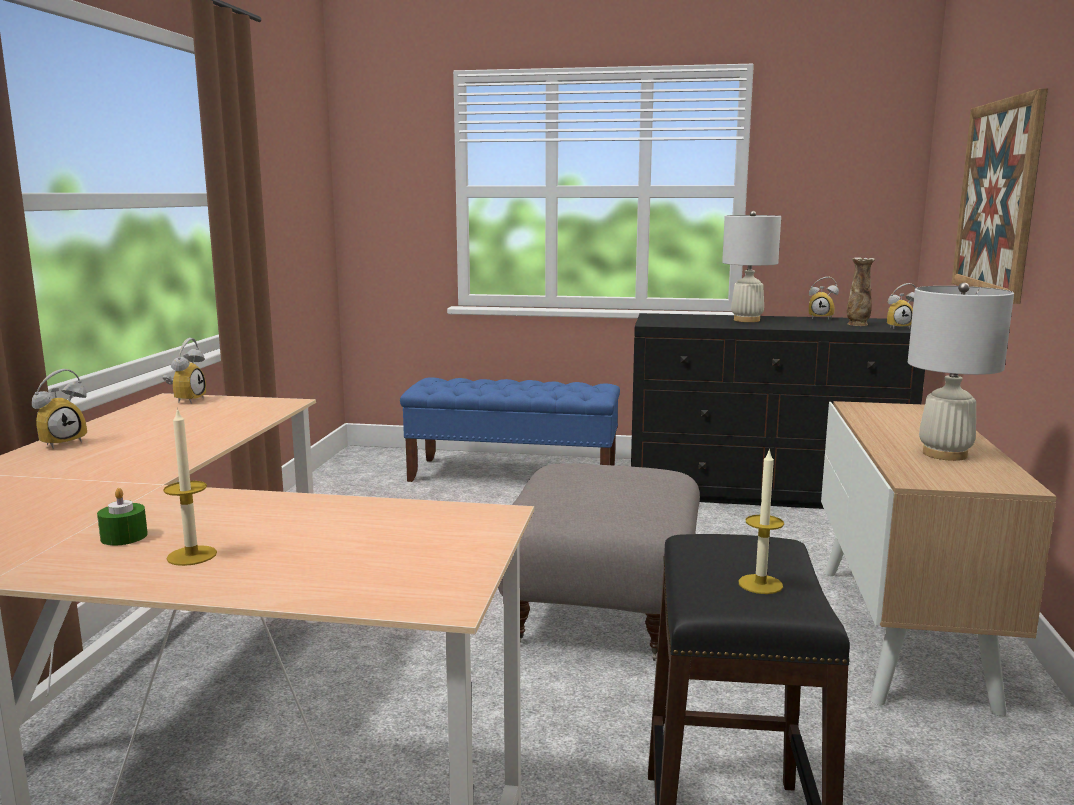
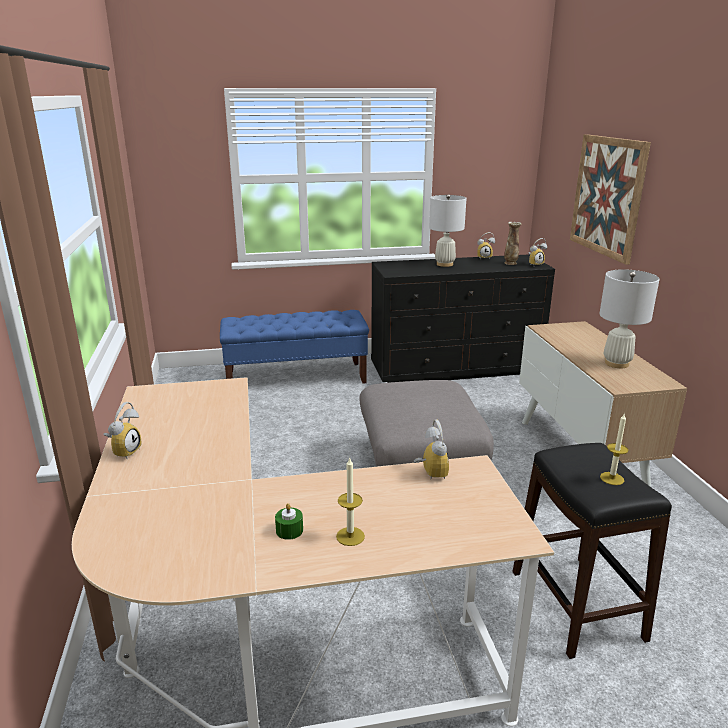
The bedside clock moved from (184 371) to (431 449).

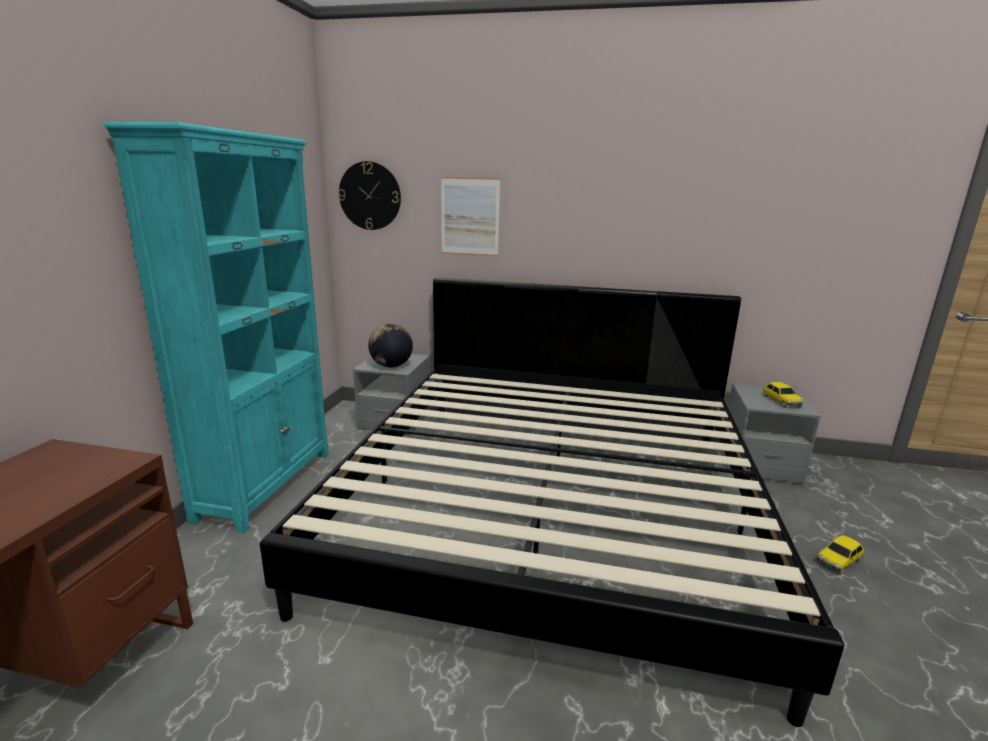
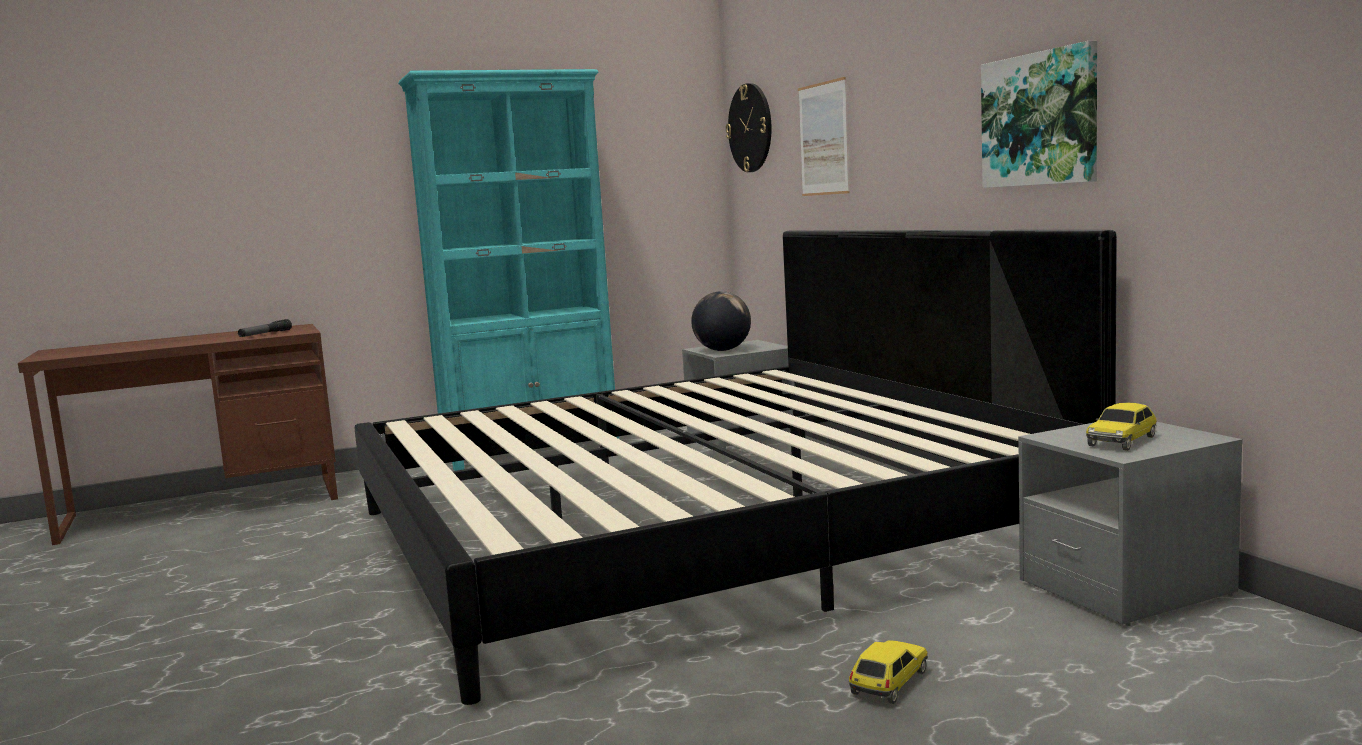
The miniature car at (840 555) turned 105 degrees clockwise.
The hand torch at (265 328) appeared.
The picture at (1039 114) appeared.

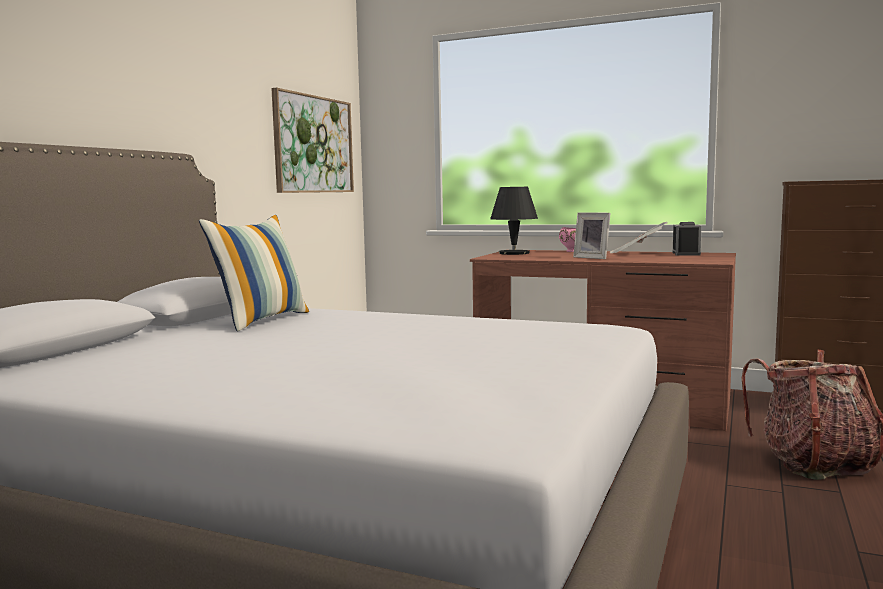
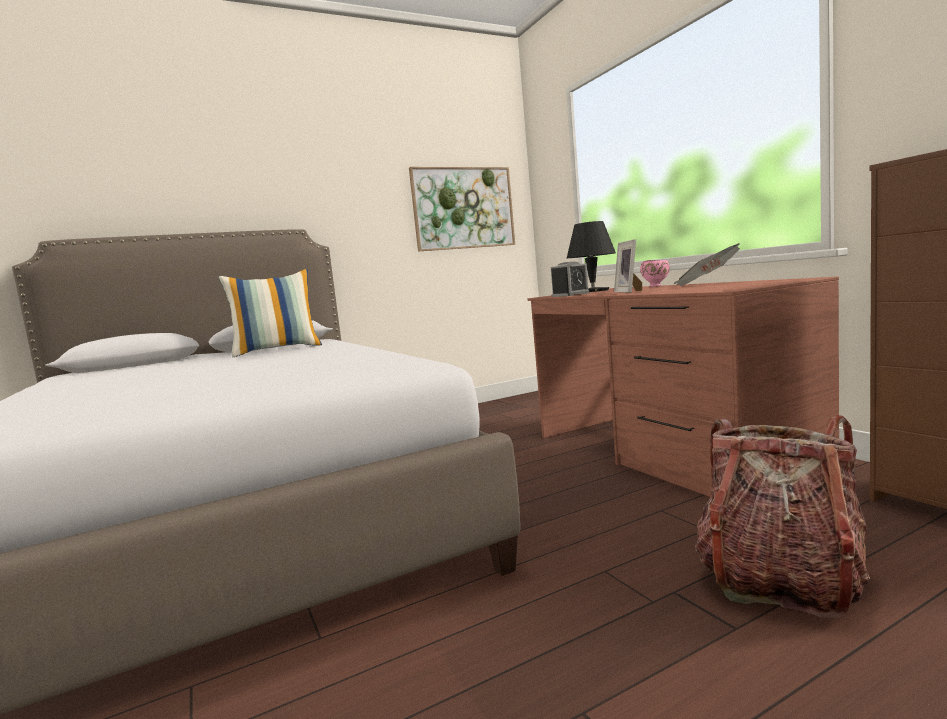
The bedside clock moved from (686 239) to (570 279).

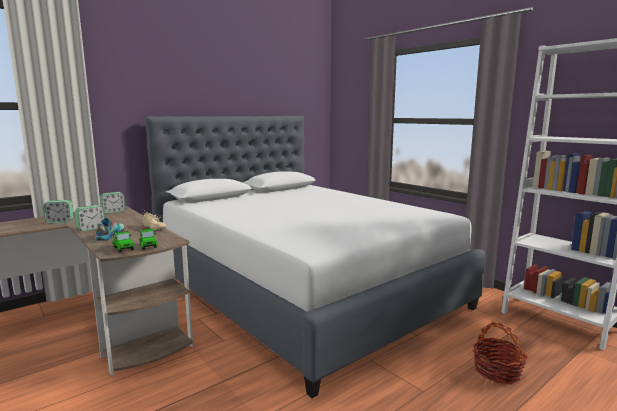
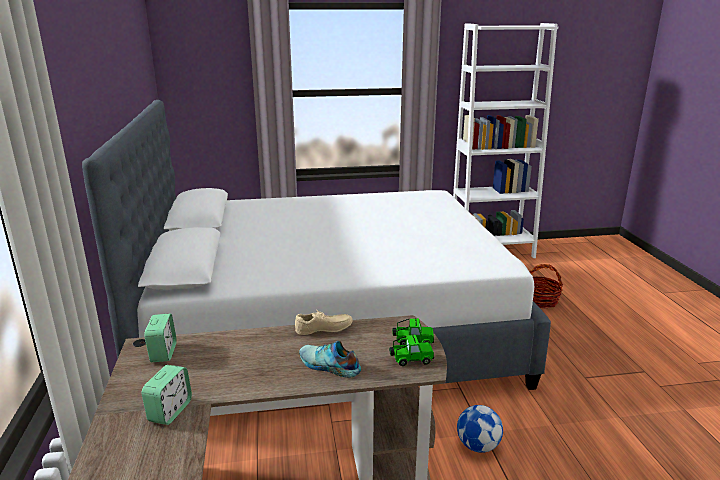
The bedside clock at (90 218) disappeared.
The ball for football at (480 429) appeared.

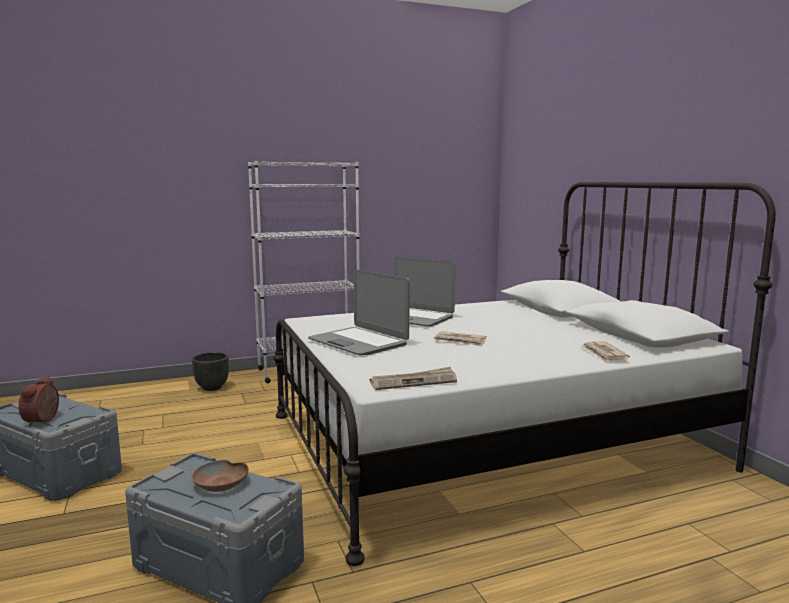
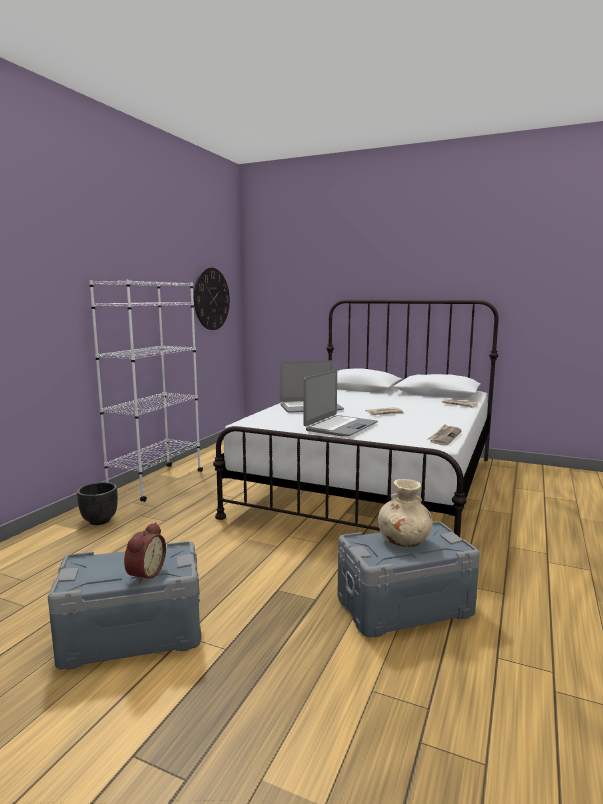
The bedside clock at (38 401) turned 120 degrees counterclockwise.
The bowl/brown-coloured at (220 476) was replaced by the vase/sand-coloured at (405 513).
The notebook computer at (359 312) turned 60 degrees counterclockwise.
The hanging clock at (212 299) appeared.

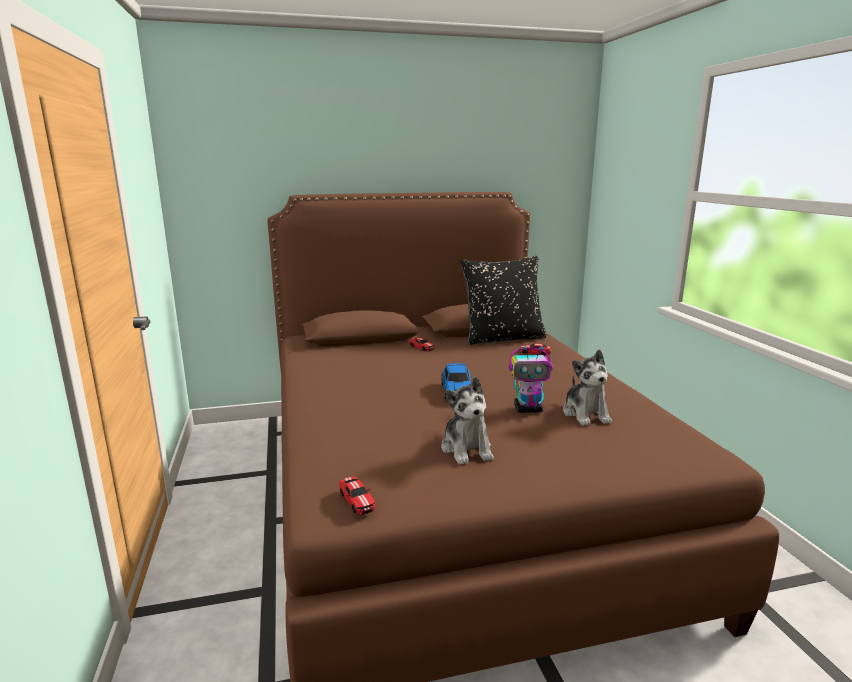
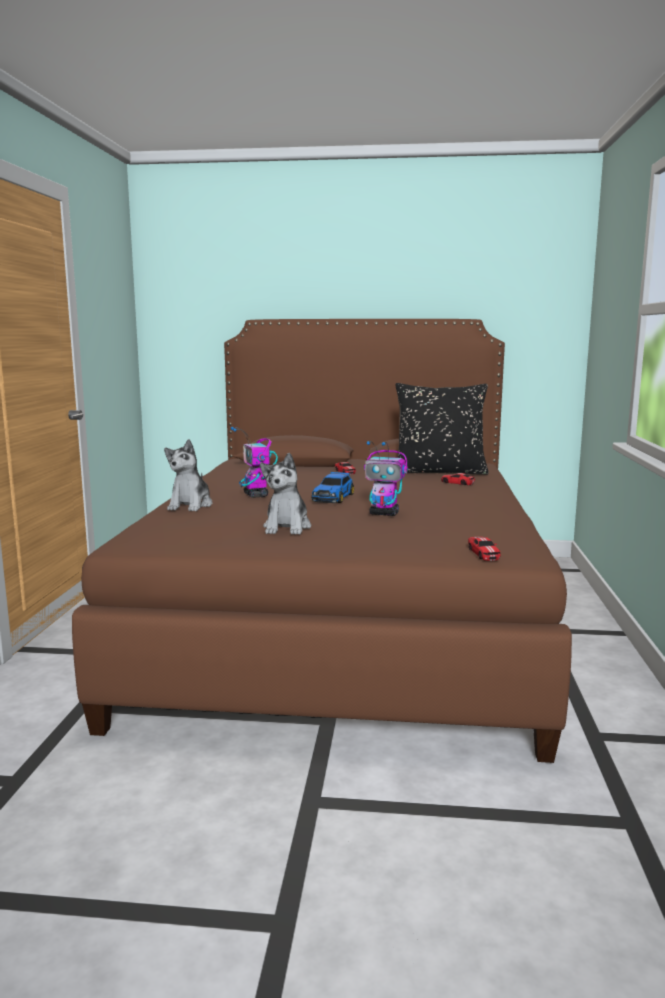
The miniature car moved from (357 496) to (484 549).
The cuddly toy moved from (587 387) to (188 475).
The toy robot at (254 462) appeared.

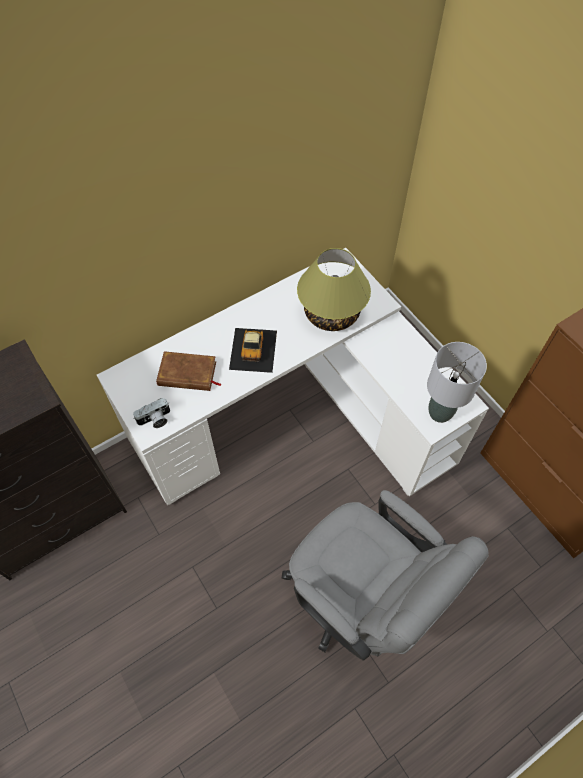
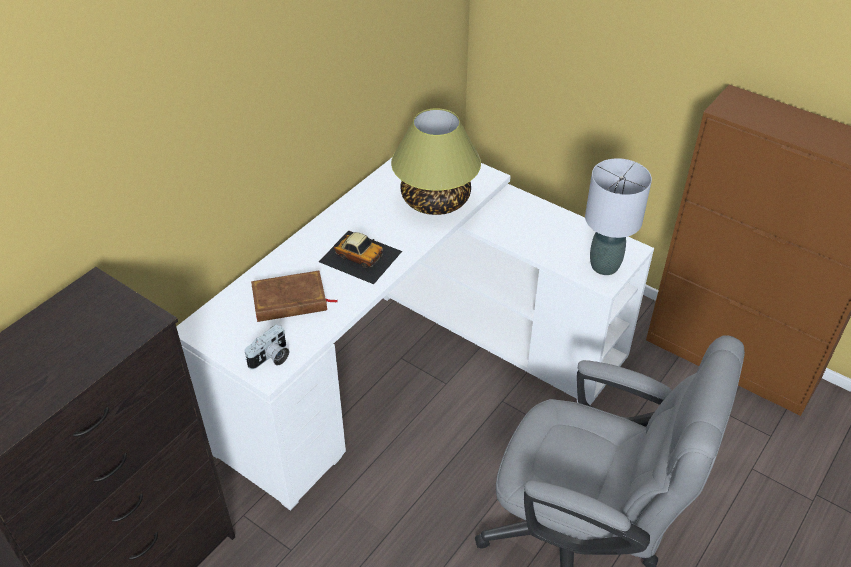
The miniature car at (253 350) turned 45 degrees counterclockwise.

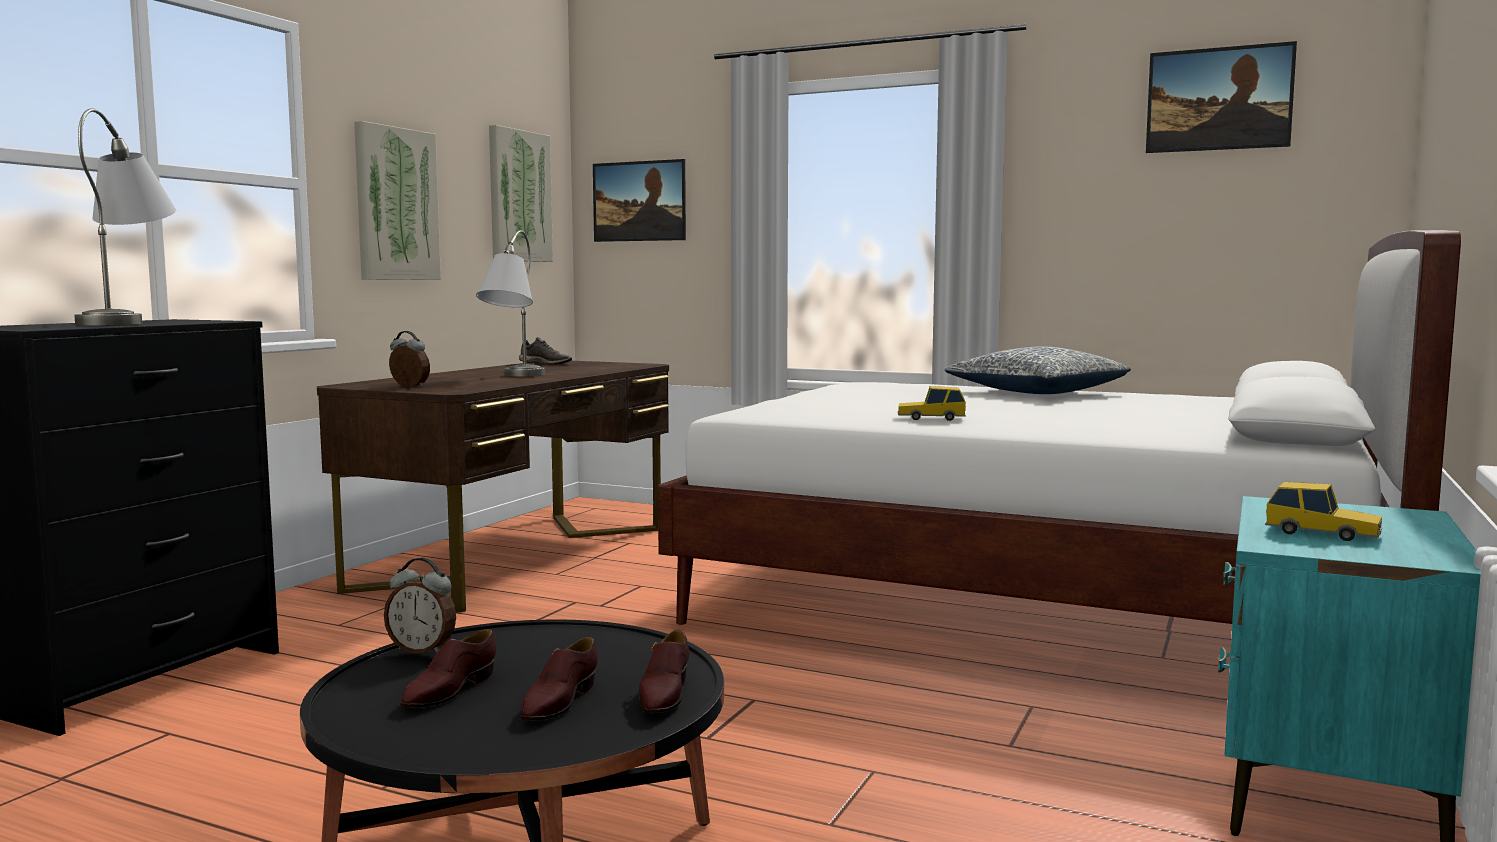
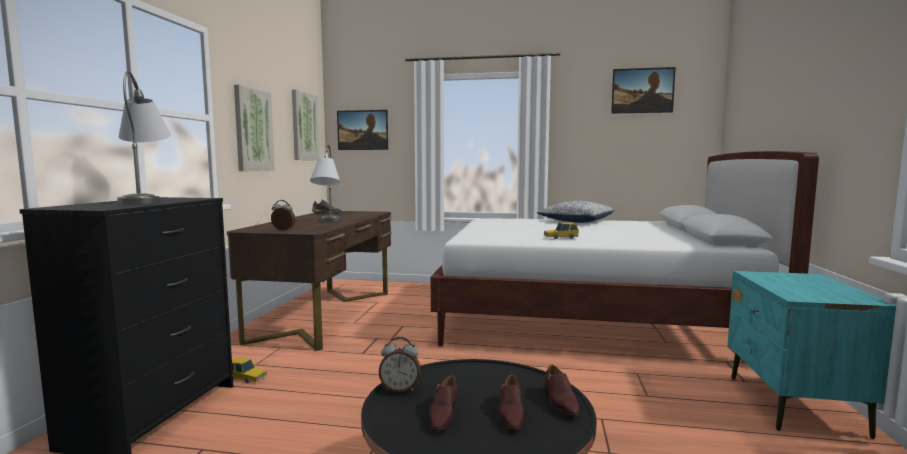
The miniature car moved from (1323 511) to (249 370).

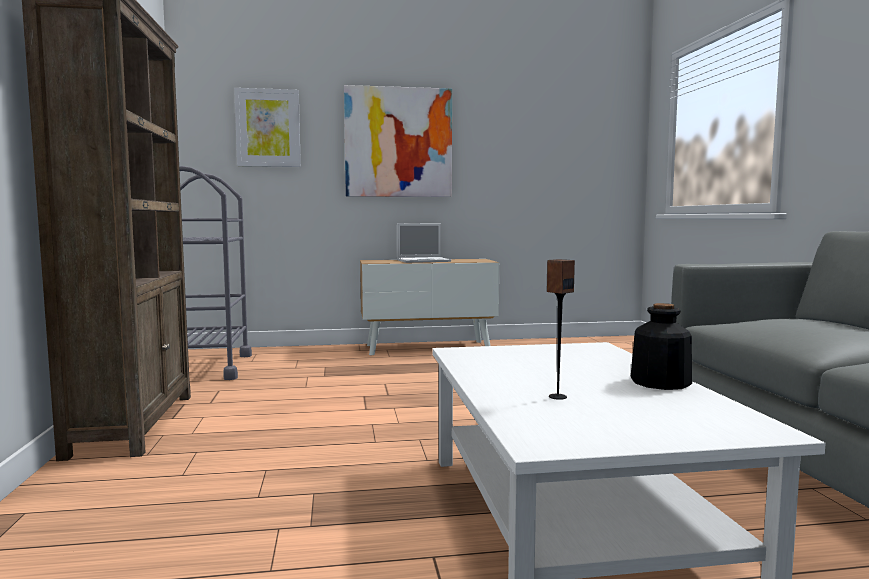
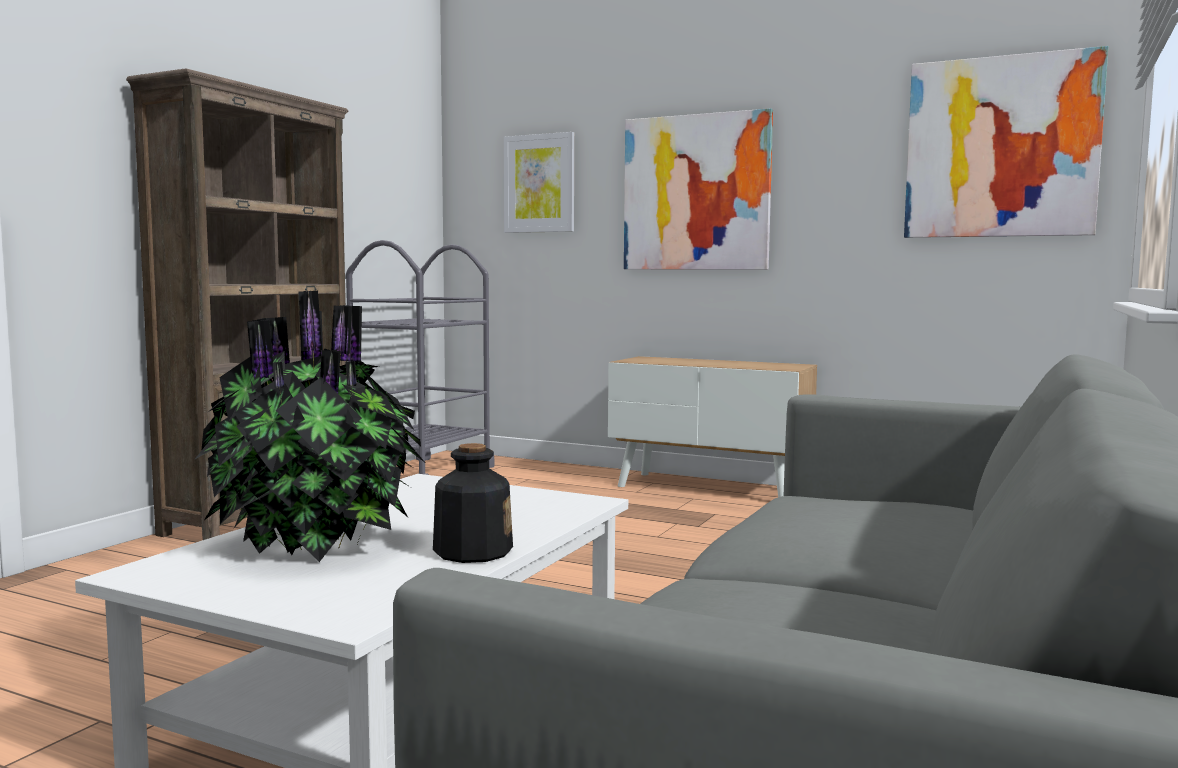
The notebook computer at (424 243) disappeared.
The speaker at (561 329) was replaced by the potted plant at (309 426).
The picture at (1006 142) appeared.

